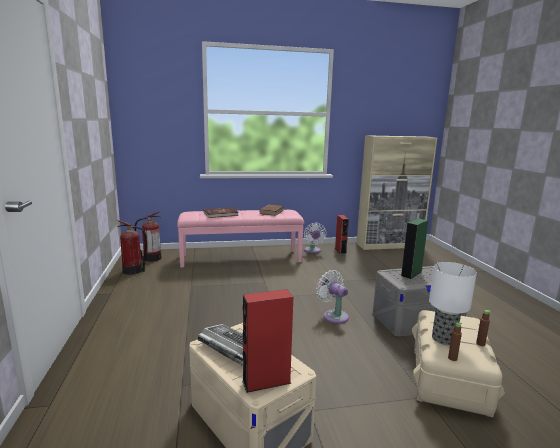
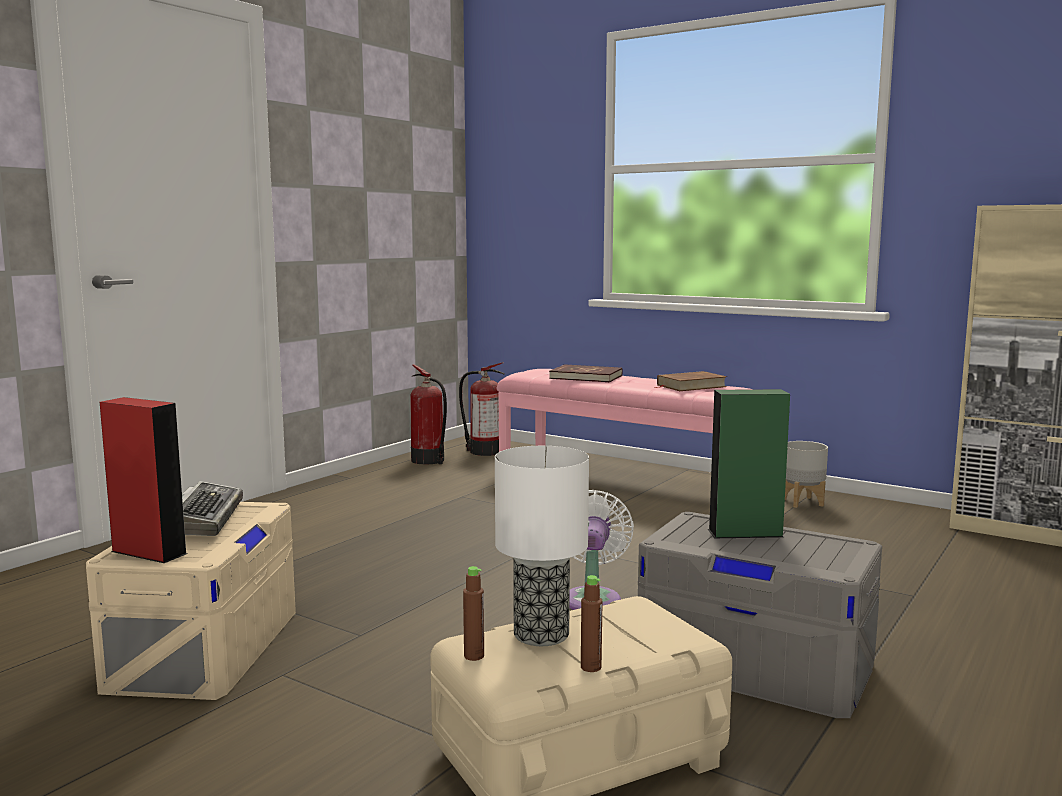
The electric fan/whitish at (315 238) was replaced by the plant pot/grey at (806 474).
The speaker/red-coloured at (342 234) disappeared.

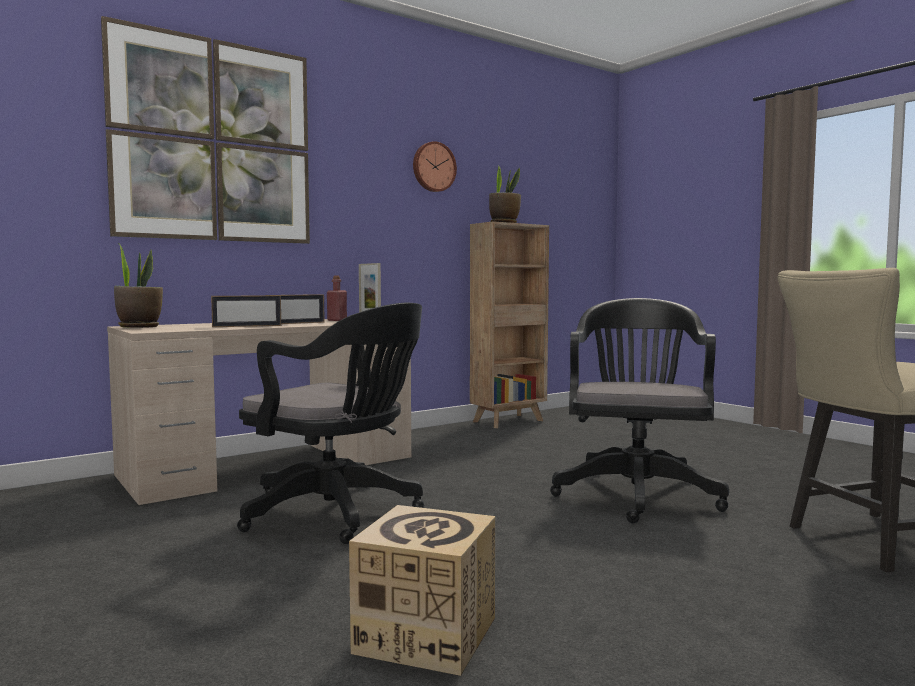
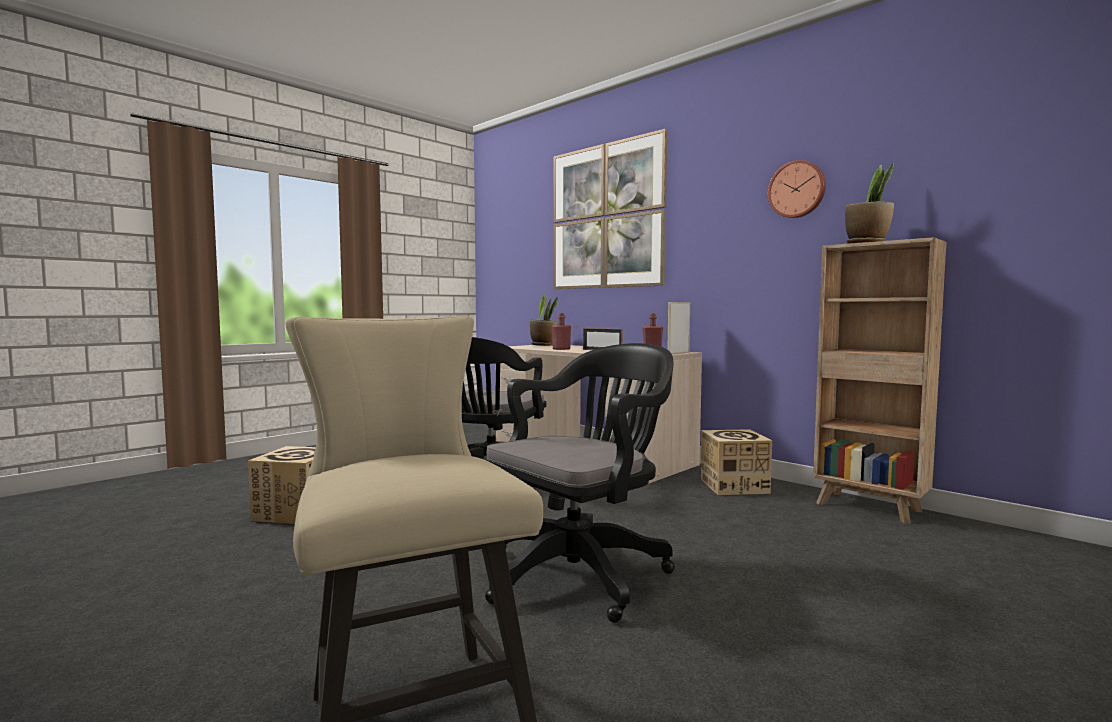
The picture frame at (246 311) was replaced by the drink bottle/red-coloured at (561 331).
The computer chair/blackish at (639 410) turned 45 degrees counterclockwise.
The cardboard box at (736 462) appeared.

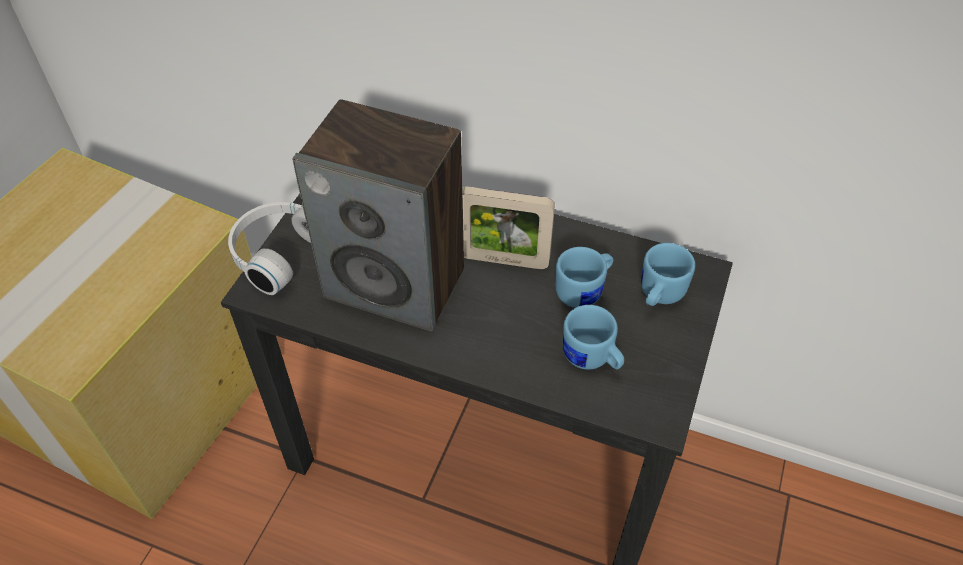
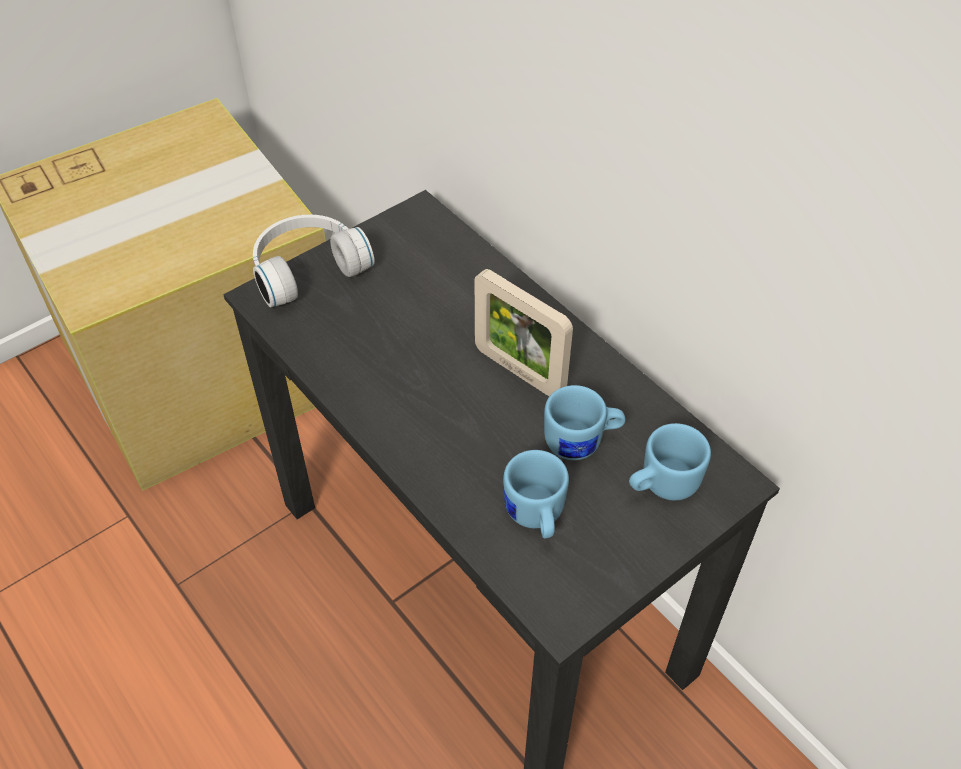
The speaker at (378 215) disappeared.

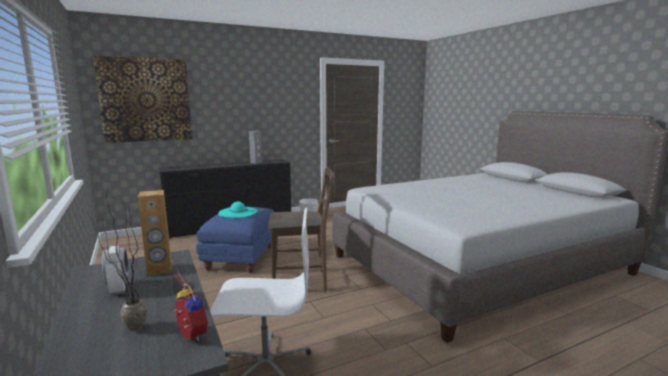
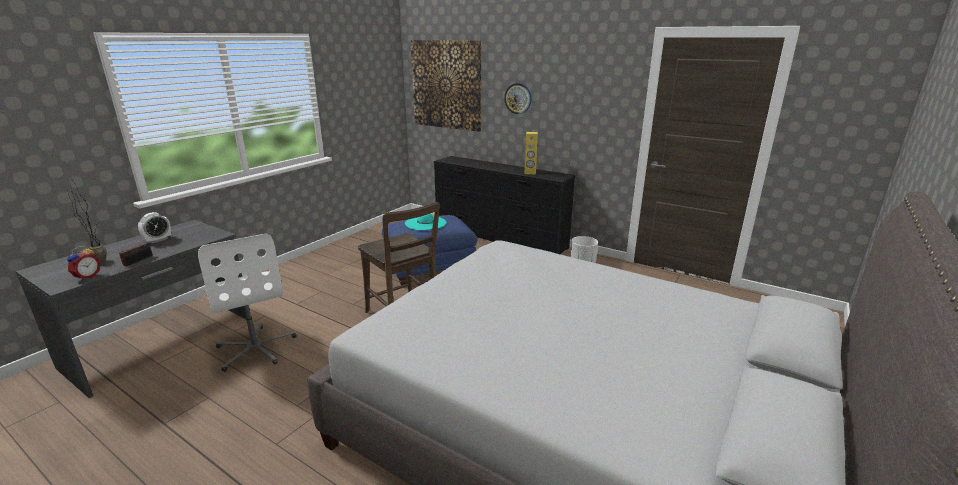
The speaker/brown-coloured at (155 233) disappeared.
The speaker/grey at (255 147) became the speaker/yellow-coloured at (531 153).
The hanging clock at (518 98) appeared.

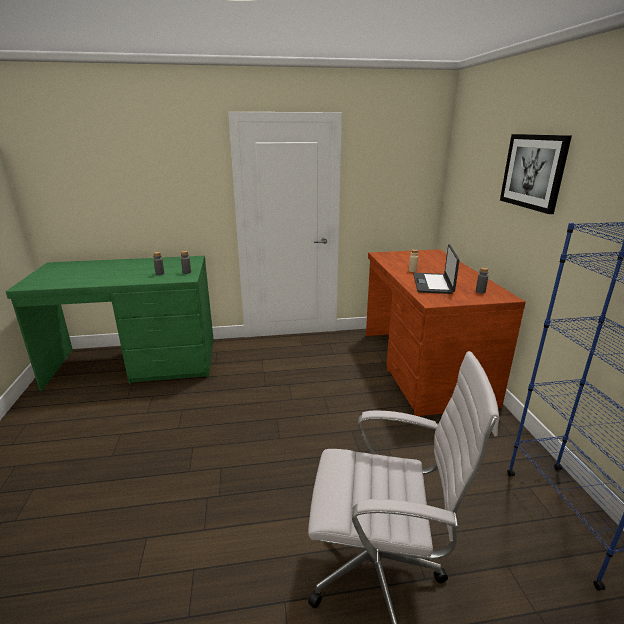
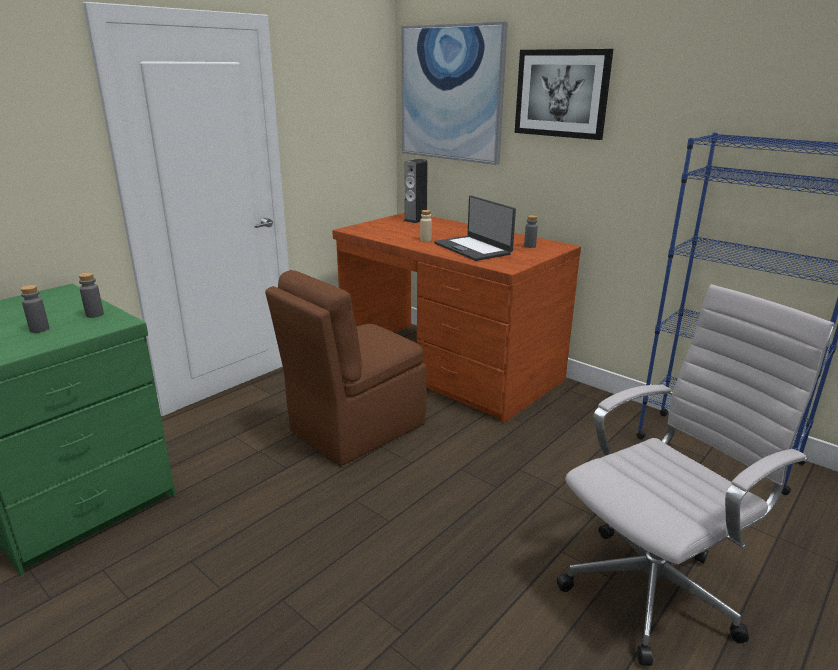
The chair/brown-coloured at (346 368) appeared.
The picture at (455 93) appeared.
The speaker at (416 191) appeared.

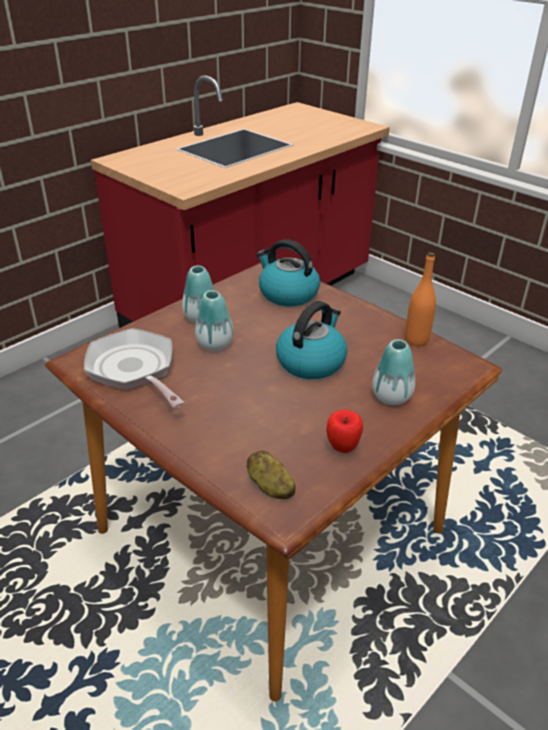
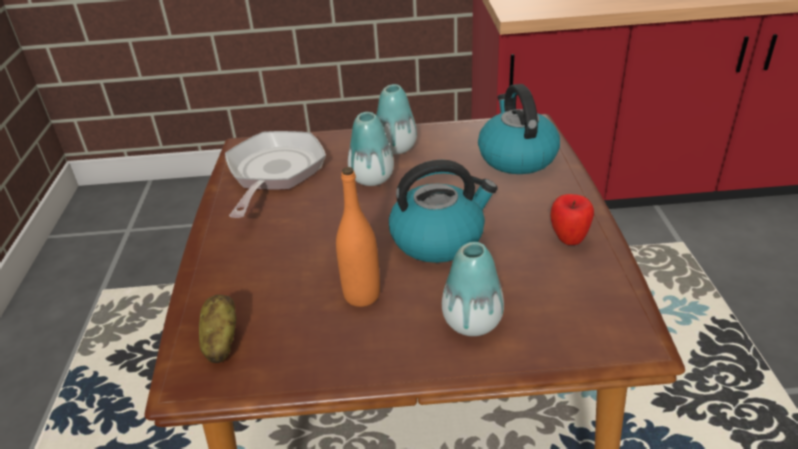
The apple fruit moved from (344 431) to (572 219).
The drink bottle/orange-coloured moved from (420 299) to (358 237).

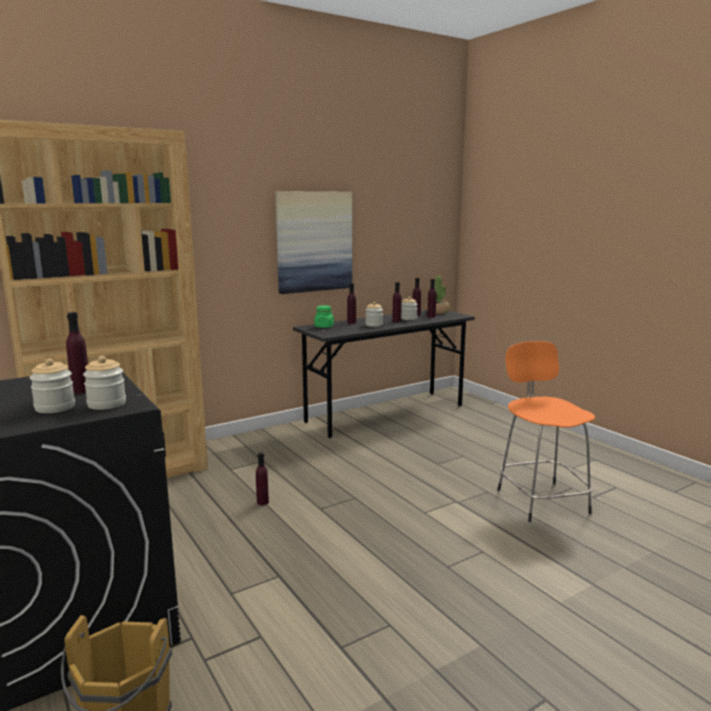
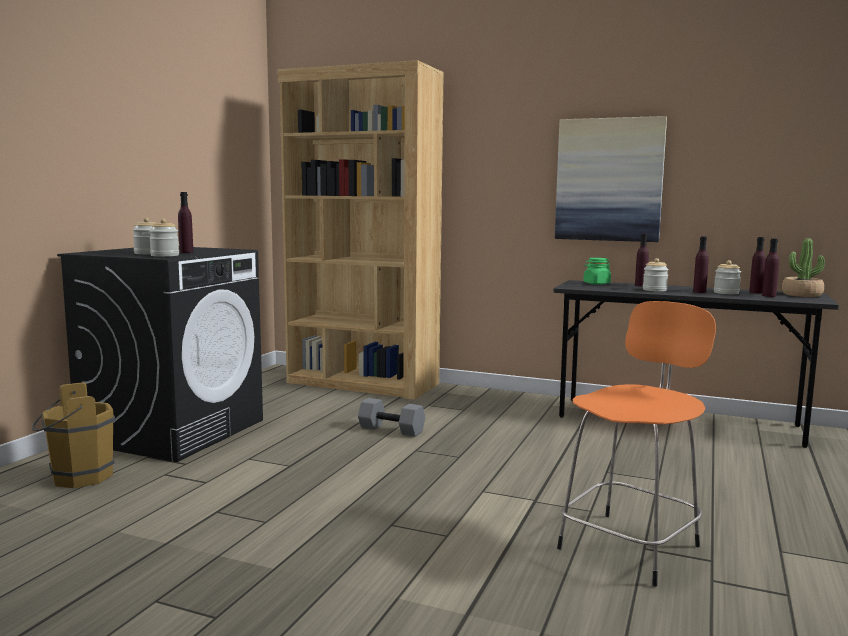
The drink bottle/purplish at (262 478) was replaced by the free weight/grey at (391 417).

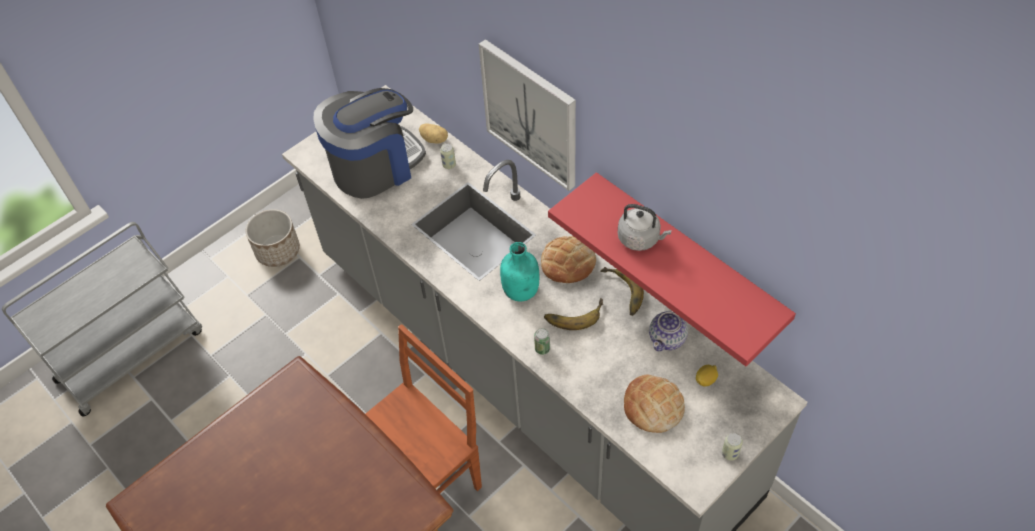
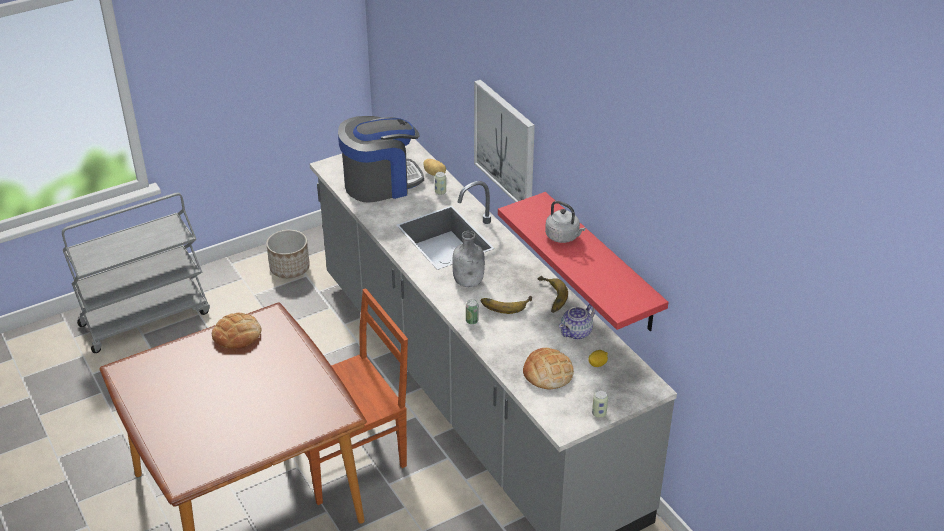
The drink bottle/blue-green at (519 272) became the drink bottle/grey at (468 259).
The bakery bread moved from (568 259) to (236 331).

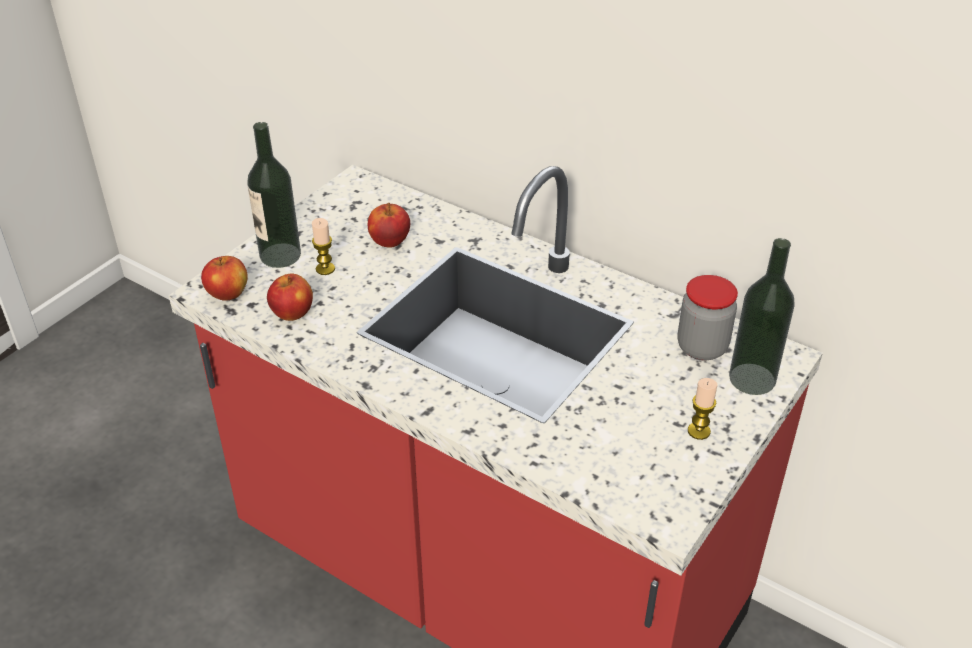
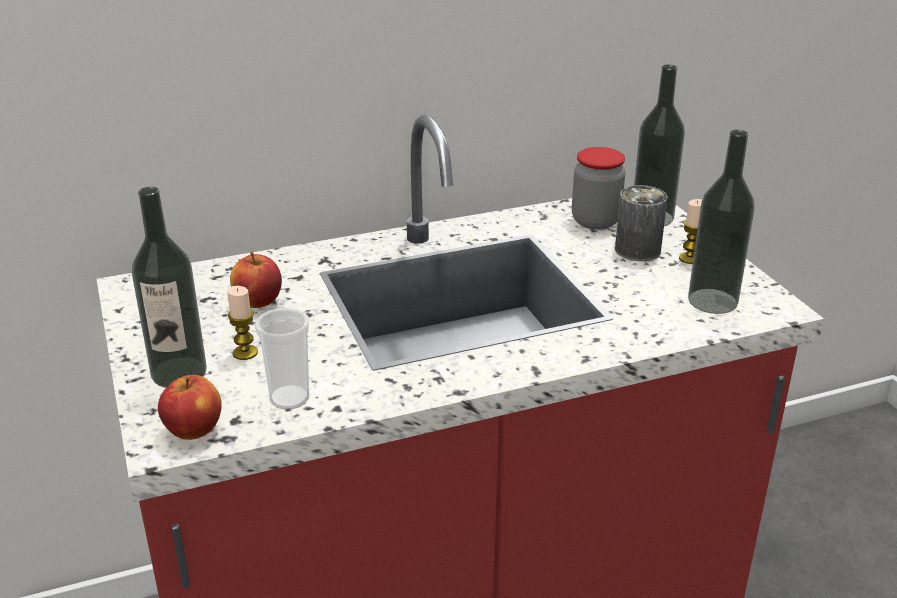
The apple fruit at (290 297) was replaced by the cup at (282 359).
The can at (641 223) appeared.
The drink bottle at (721 222) appeared.

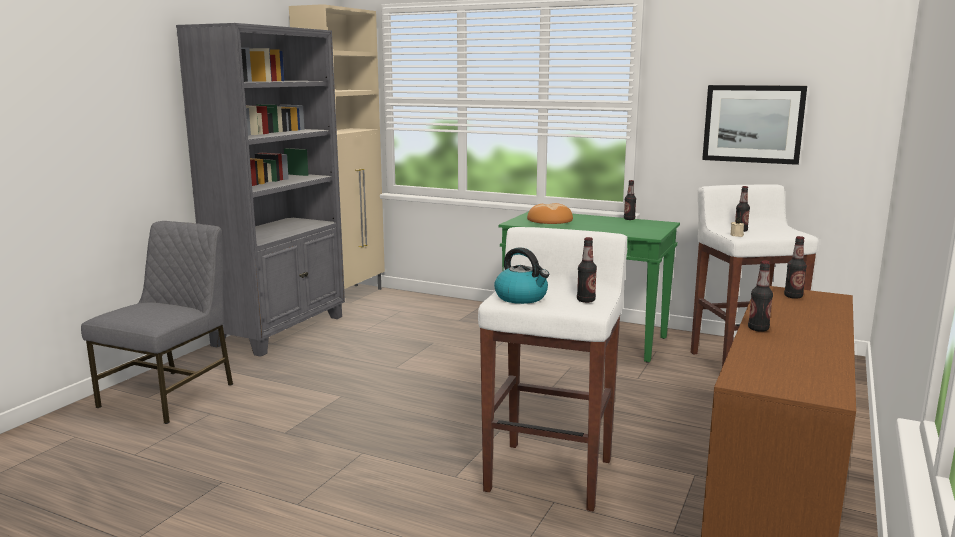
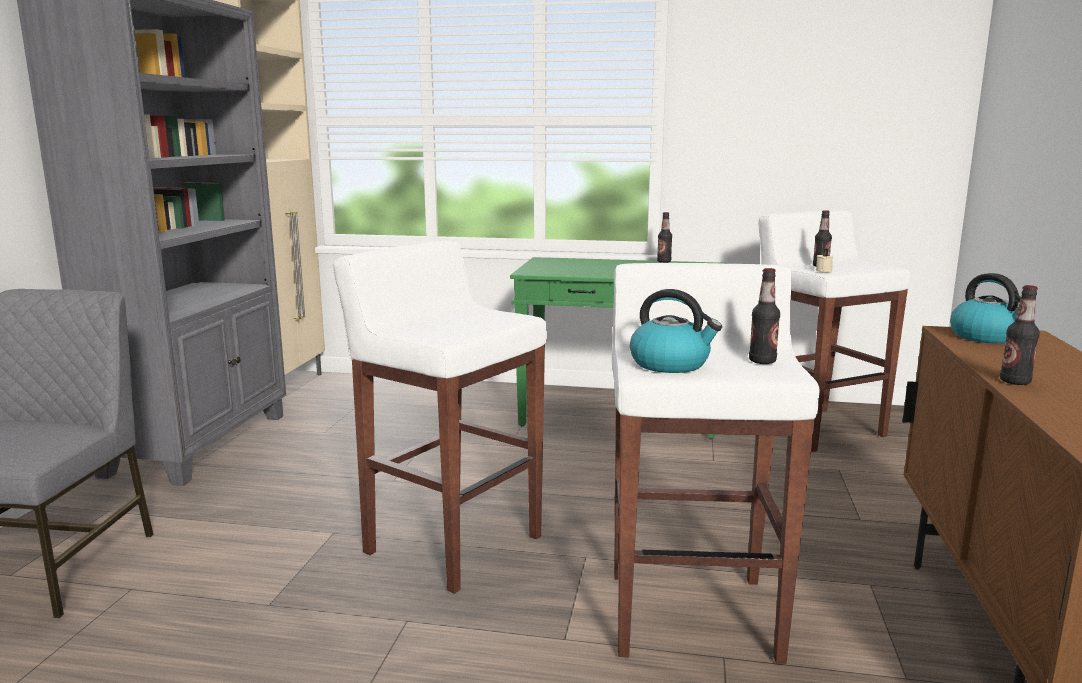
The bakery bread at (550 213) disappeared.
The picture at (754 125) disappeared.
The drink bottle at (795 267) was replaced by the tea kettle at (985 308).
The stool/whitish at (440 417) appeared.

